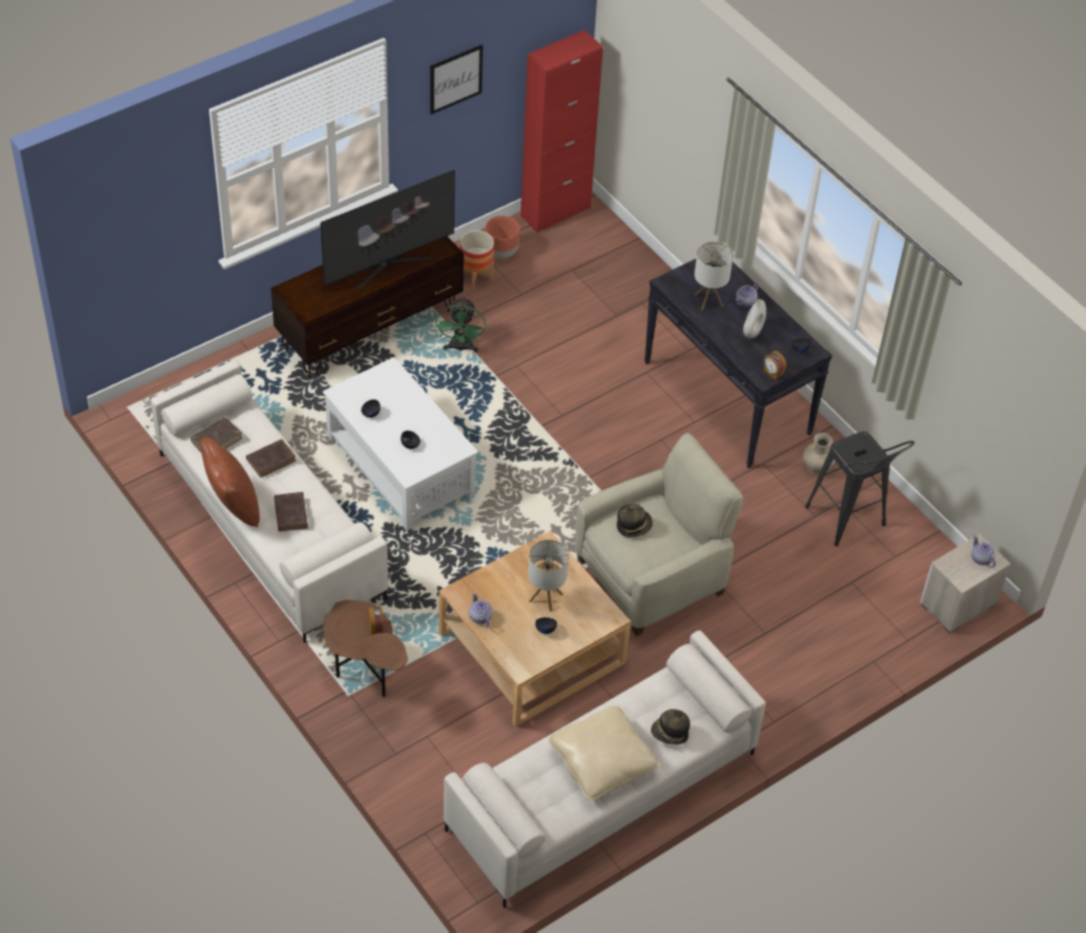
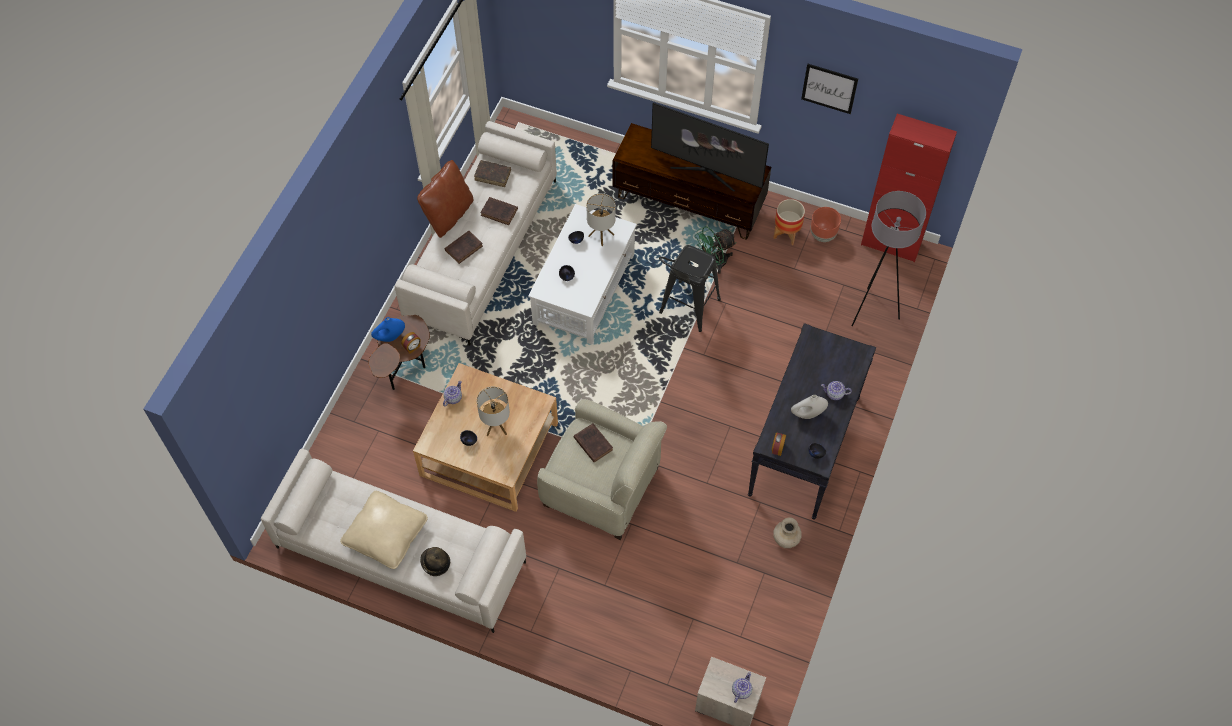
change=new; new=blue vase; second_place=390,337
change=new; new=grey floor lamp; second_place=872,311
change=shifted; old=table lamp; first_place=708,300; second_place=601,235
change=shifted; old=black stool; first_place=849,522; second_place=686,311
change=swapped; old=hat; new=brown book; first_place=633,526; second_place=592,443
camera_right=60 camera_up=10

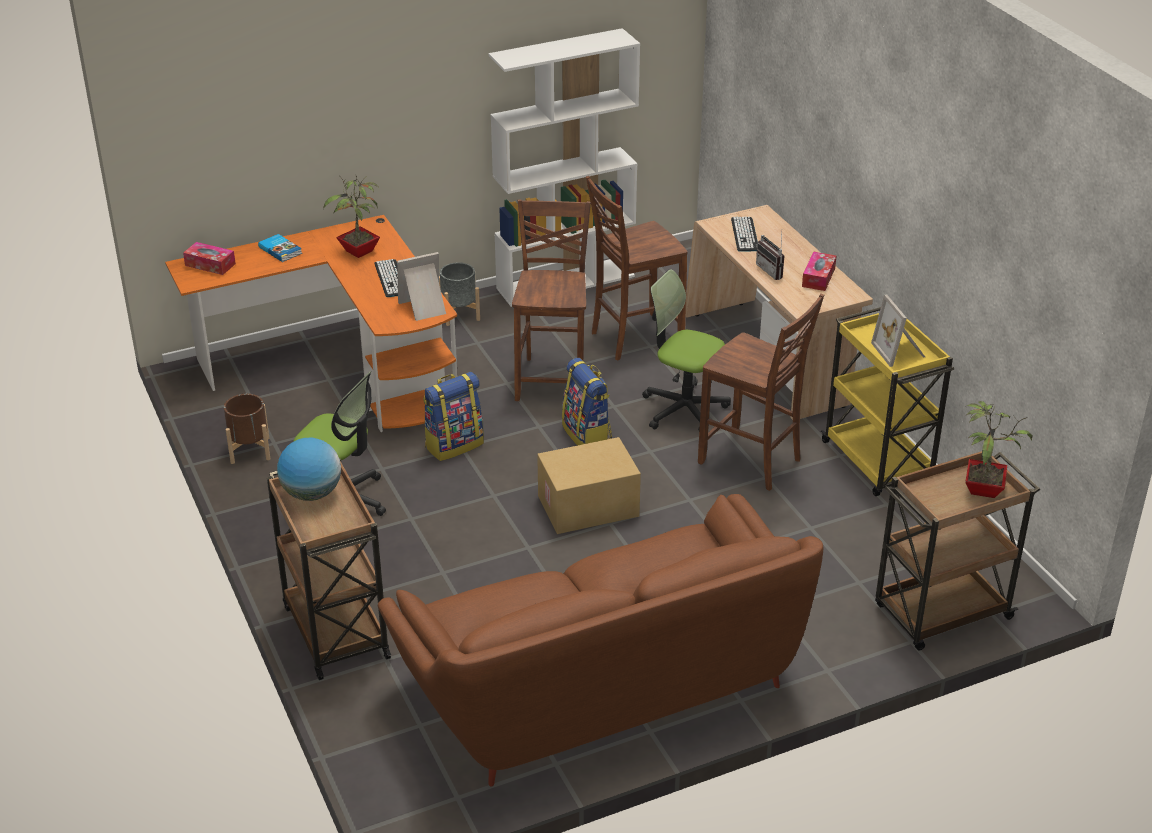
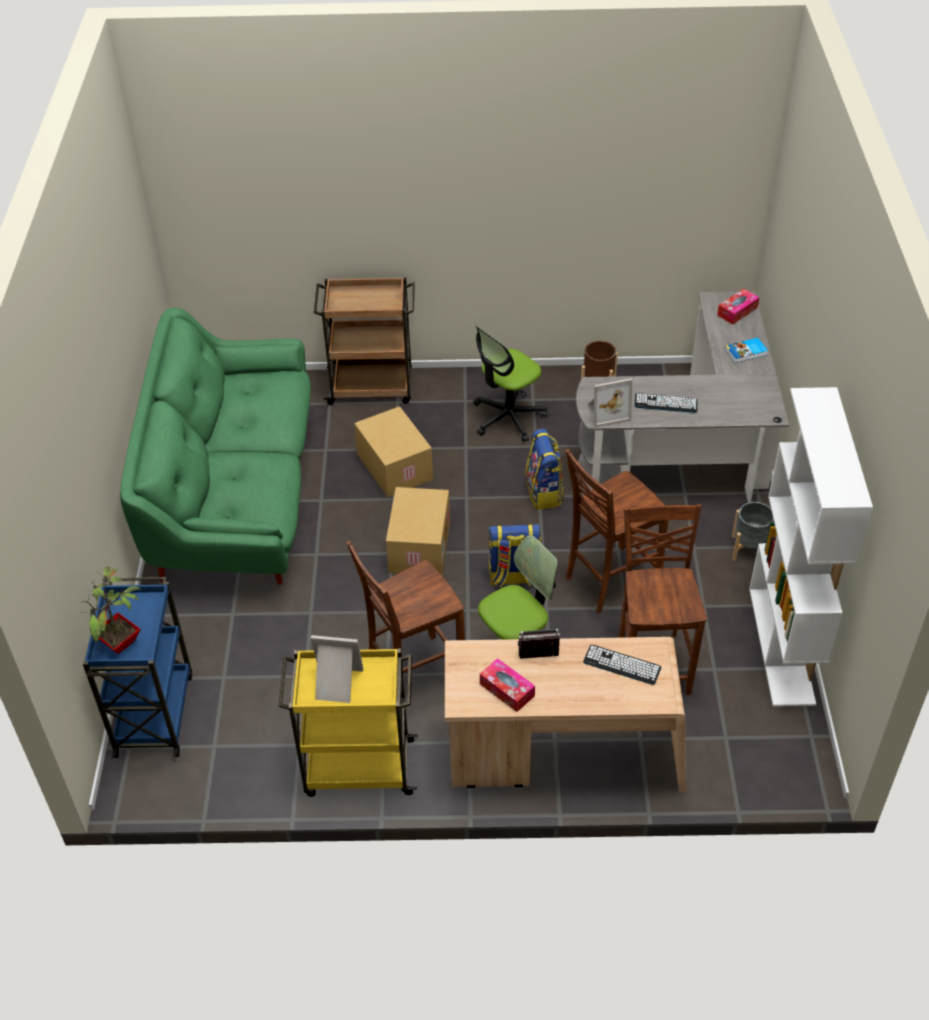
change=gone; old=globe; first_place=312,493
change=gone; old=potted plant; first_place=358,252
change=new; new=cardboard box; second_place=393,467
change=repainted; old=orange desk; new=grey desk; first_place=343,368; second_place=689,455
change=repainted; old=brown sofa; new=green sofa; first_place=601,681; second_place=236,494
change=repainted; old=brown cart; new=blue cart; first_place=940,613; second_place=154,713
change=rotated; old=picture frame; first_place=424,308; second_place=607,412; degrees=75
change=rotated; old=brown chair; first_place=553,379; second_place=609,581; degrees=120
camera_right=115 camera_up=10

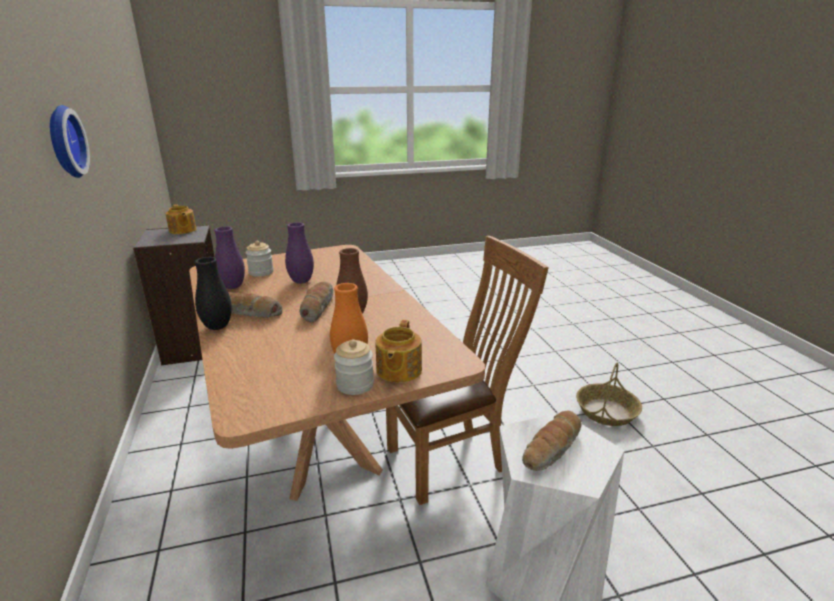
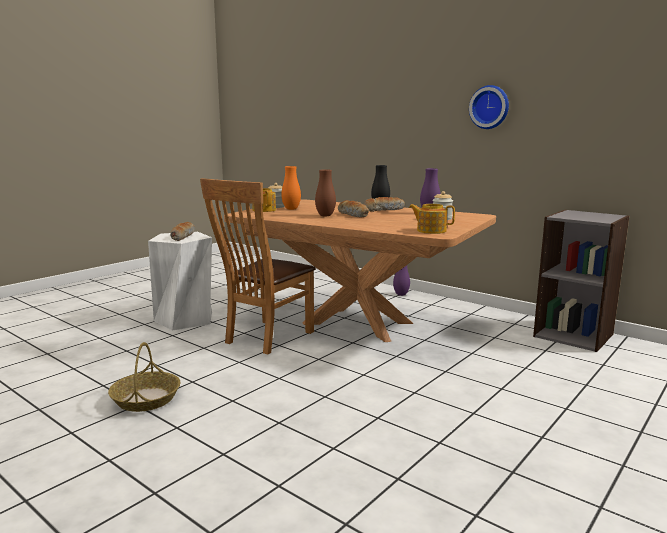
change=shifted; old=teapot; first_place=182,230; second_place=430,231
change=shifted; old=purple vase; first_place=301,281; second_place=401,294
camera_right=145 camera_up=-10

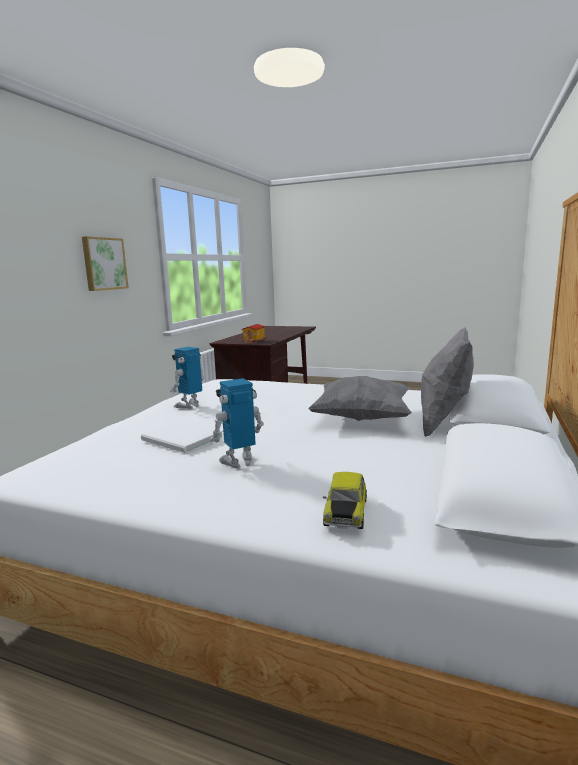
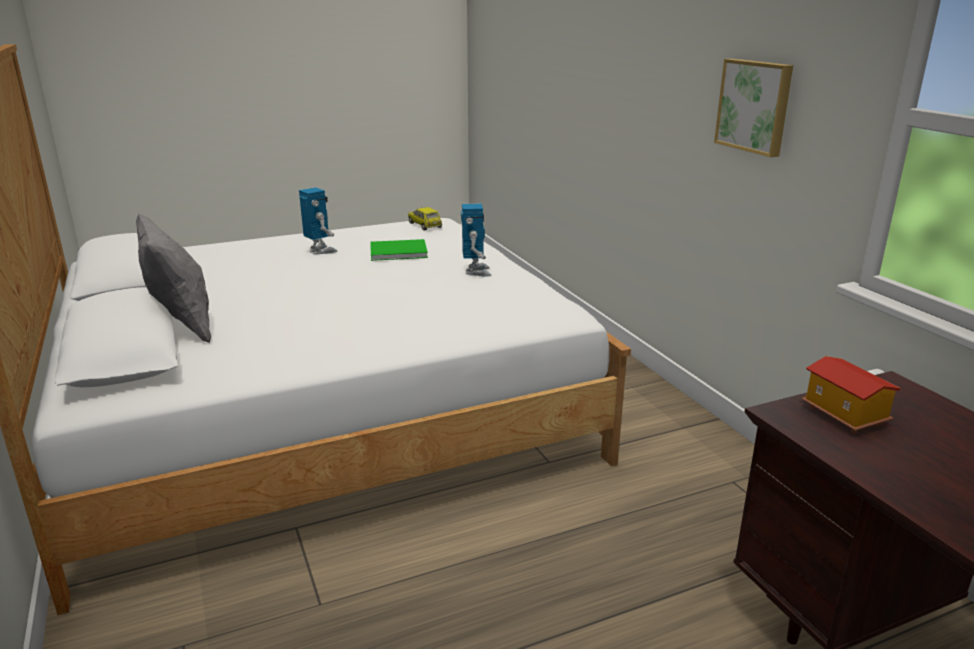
change=gone; old=grey pillow; first_place=362,418
change=shifted; old=toy car; first_place=345,512; second_place=425,225
change=repainted; old=white book; new=green book; first_place=182,439; second_place=396,251
change=rotated; old=toy robot; first_place=239,462; second_place=320,251; degrees=-60
camera_right=135 camera_up=10

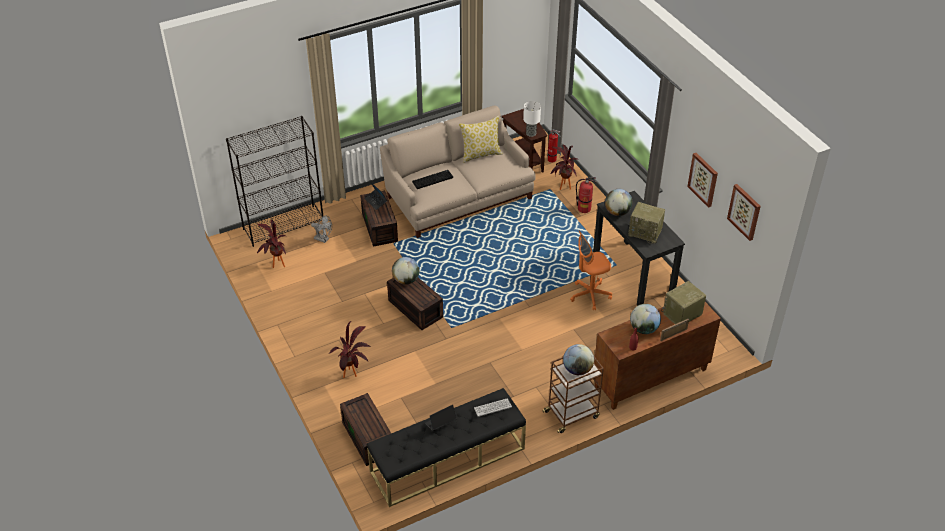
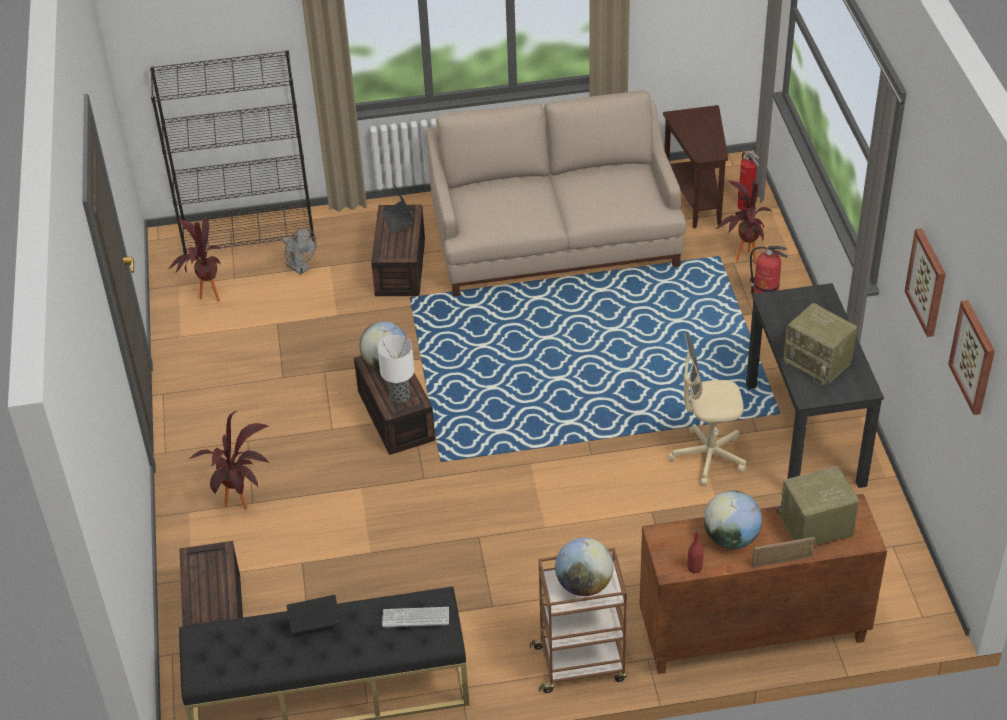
change=gone; old=keyboard; first_place=432,179
change=gone; old=pillow; first_place=481,154
change=gone; old=globe; first_place=617,212
change=shifted; old=table lamp; first_place=531,133; second_place=399,396
change=repainted; old=orange office chair; new=beige office chair; first_place=590,295; second_place=708,457
camera_right=20 camera_up=0

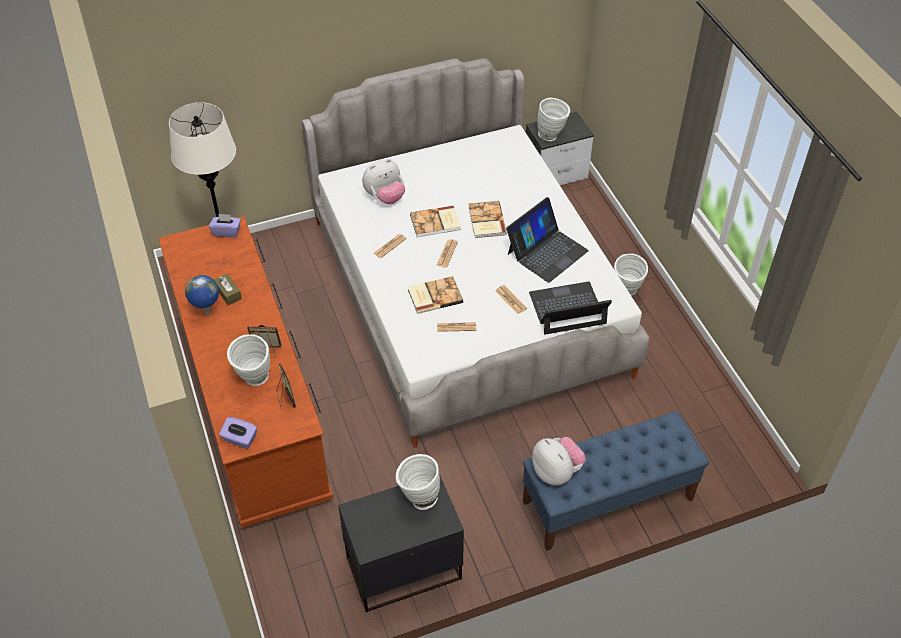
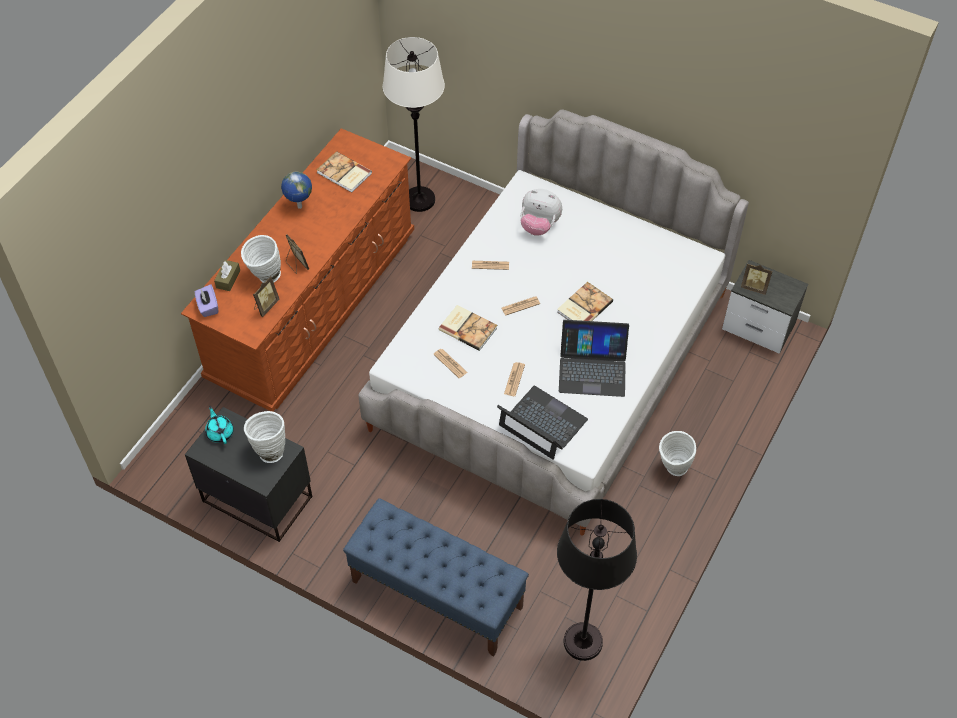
change=gone; old=purple tissue box; first_place=227,232
change=gone; old=plush toy; first_place=556,472
change=new; new=turquoise teapot; second_place=220,432
change=new; new=black floor lamp; second_place=582,642
change=shifted; old=brown tissue box; first_place=228,293; second_place=228,279
change=shifted; old=book; first_place=436,223; second_place=344,174
change=swapped; old=white vase; new=picture frame; first_place=552,136; second_place=754,287
camera_right=50 camera_up=5

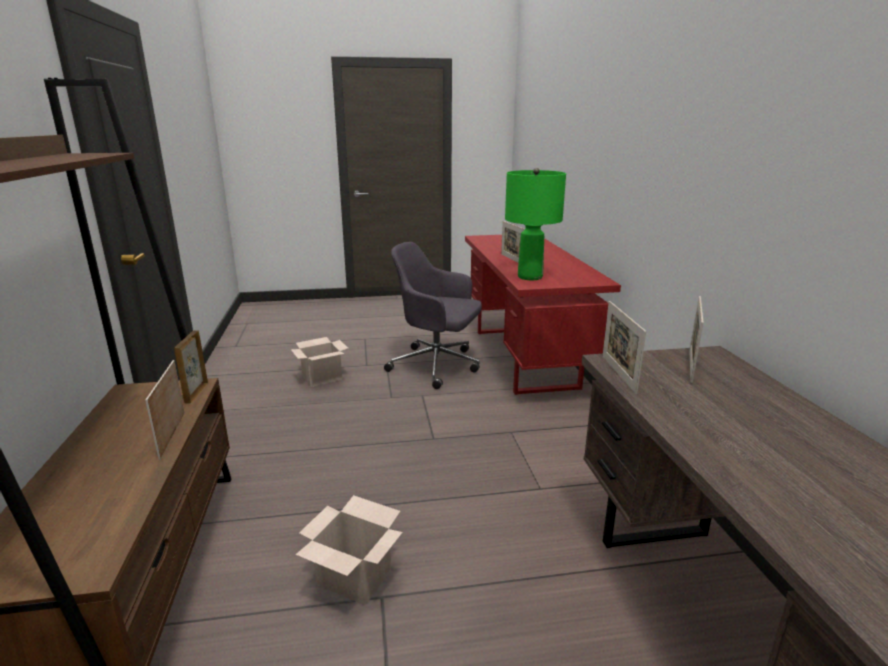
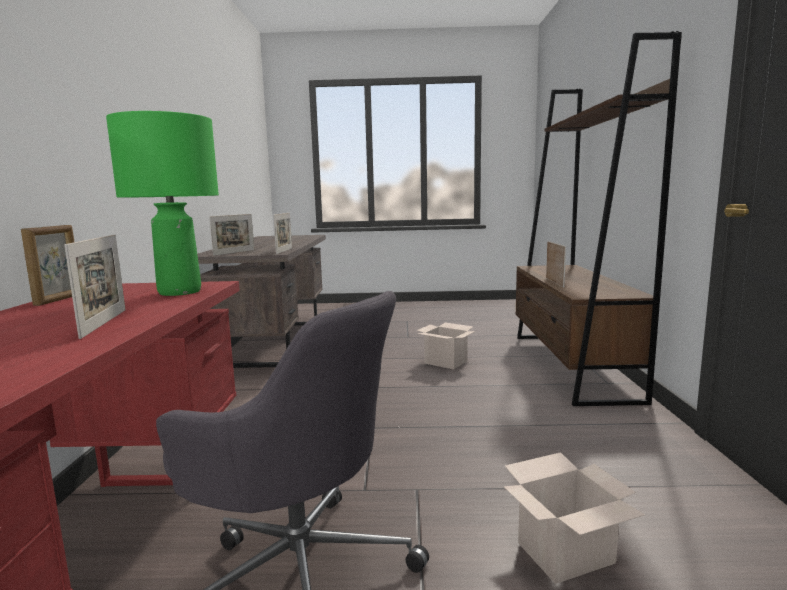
change=shifted; old=picture frame; first_place=196,393; second_place=59,299
camera_right=-170 camera_up=-10

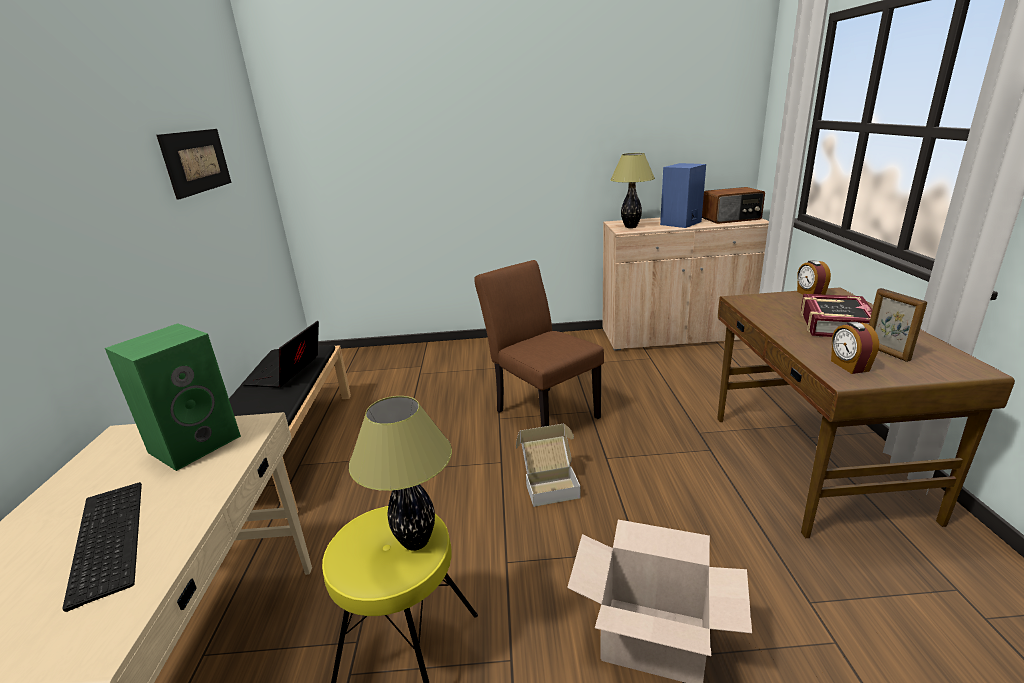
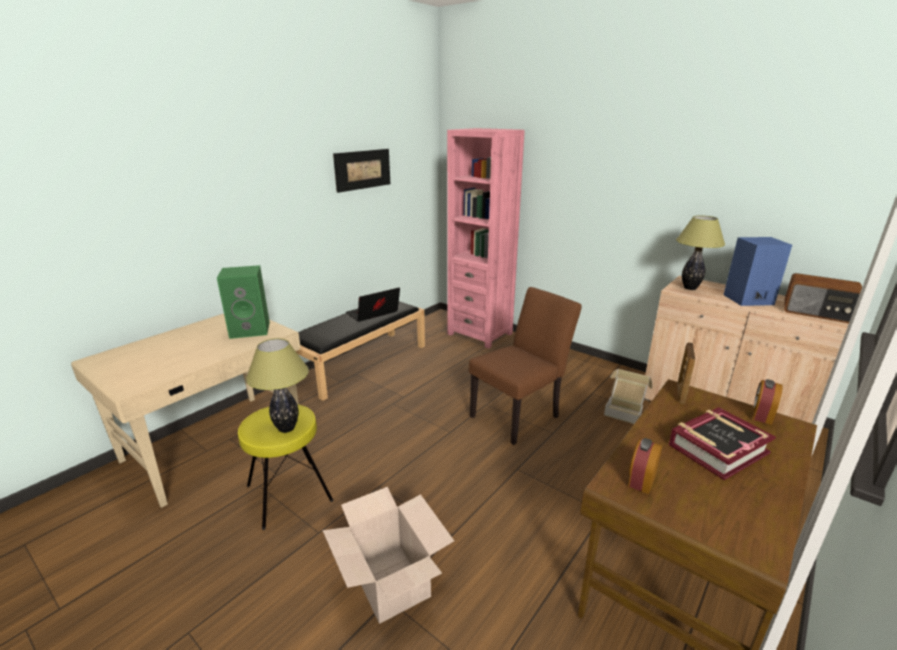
change=gone; old=keyboard; first_place=104,539
change=new; new=pink bookcase; second_place=480,334
change=shifted; old=cardboard box; first_place=549,484; second_place=624,410
change=shifted; old=picture frame; first_place=886,352; second_place=680,394
change=rotated; old=brown chair; first_place=541,411; second_place=519,414; degrees=45
camera_right=40 camera_up=0

